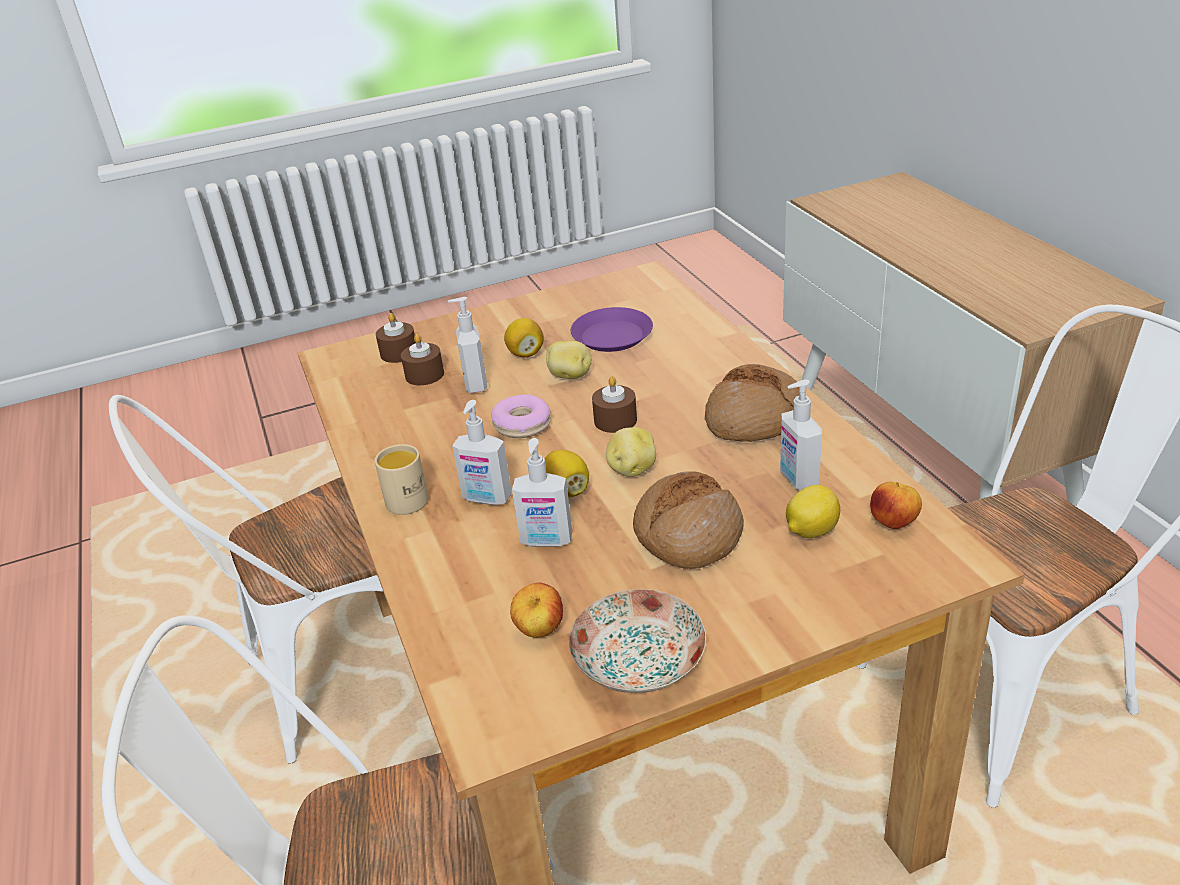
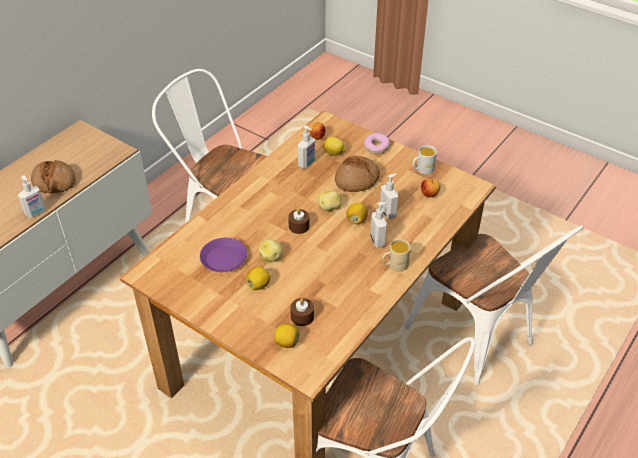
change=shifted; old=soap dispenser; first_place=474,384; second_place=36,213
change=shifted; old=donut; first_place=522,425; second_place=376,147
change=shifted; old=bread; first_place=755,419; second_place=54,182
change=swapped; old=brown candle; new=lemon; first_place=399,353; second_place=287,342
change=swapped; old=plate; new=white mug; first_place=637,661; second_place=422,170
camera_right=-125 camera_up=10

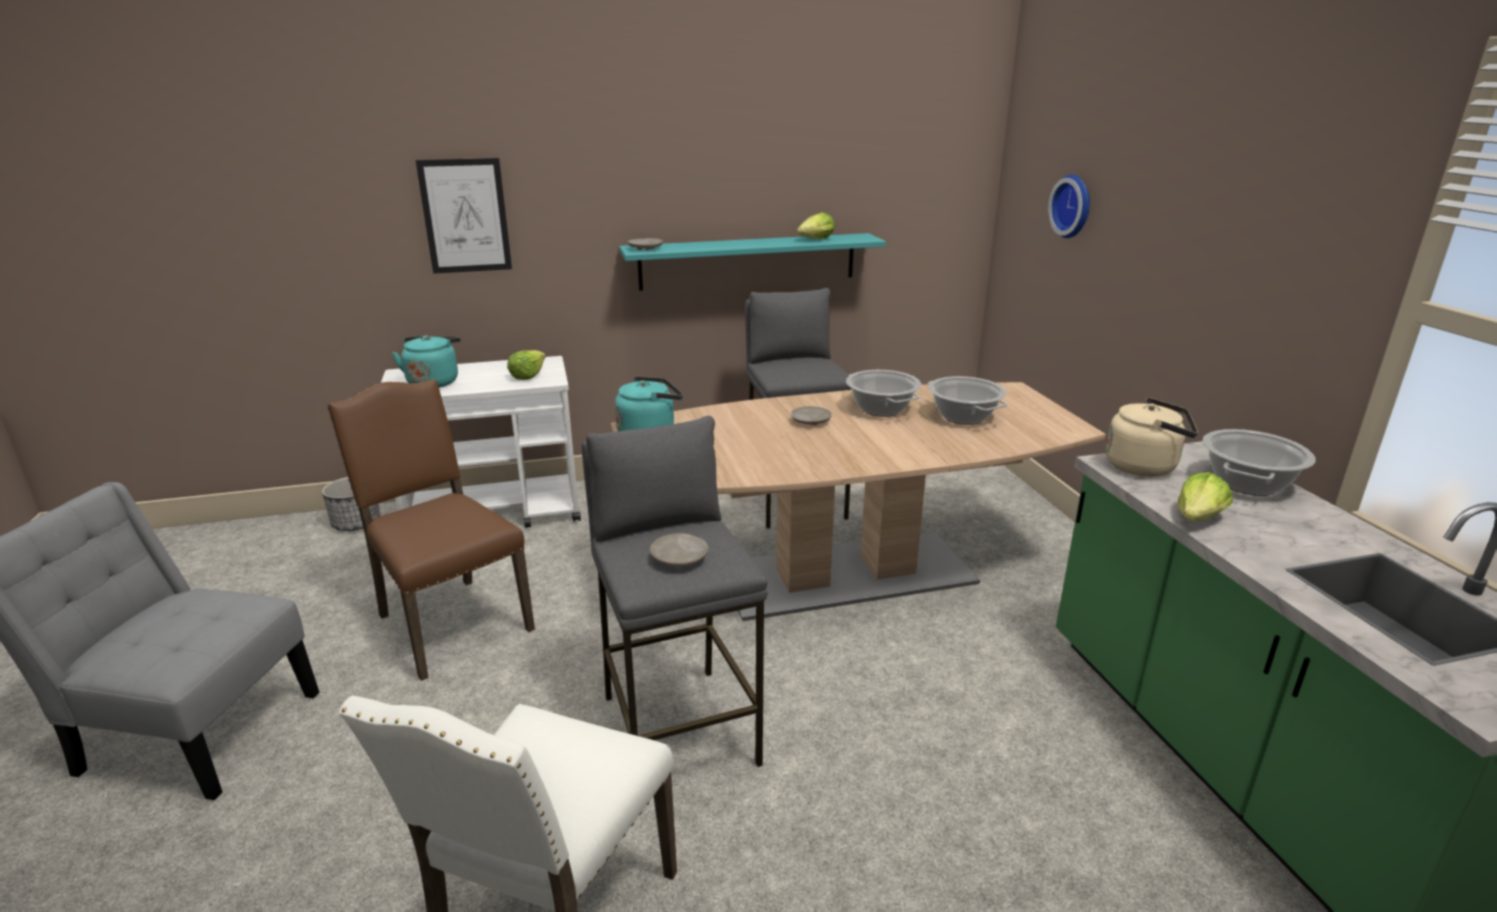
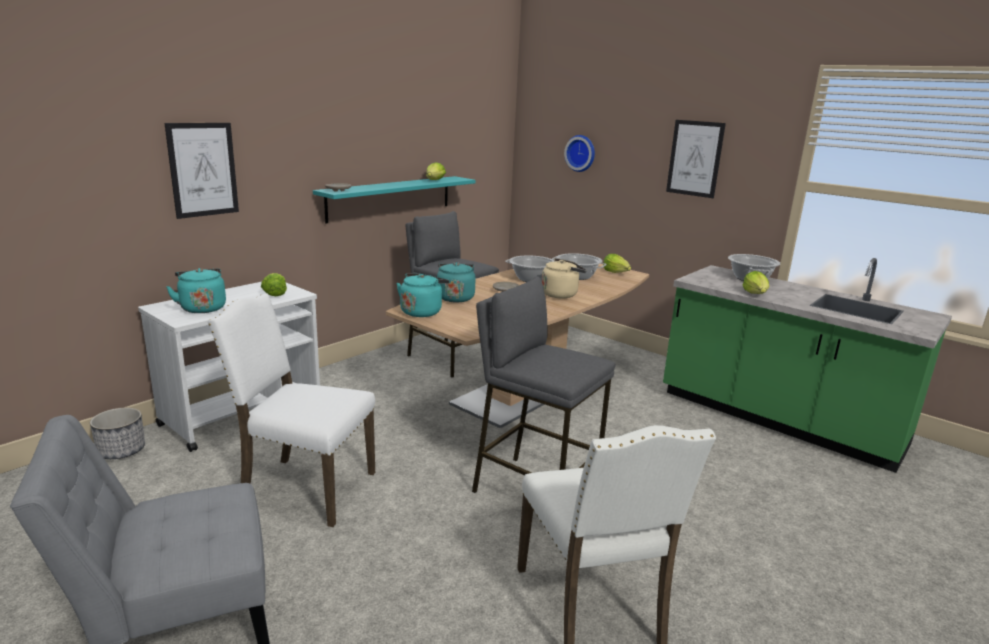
change=gone; old=beige plate; first_place=680,558
change=new; new=turquoise kettle; second_place=454,297
change=new; new=lettuce; second_place=616,272
change=new; new=picture; second_place=695,158
change=shifted; old=beige kettle; first_place=1145,466; second_place=561,294
change=repainted; old=brown chair; new=white chair; first_place=450,622; second_place=305,488
camera_right=-35 camera_up=-5

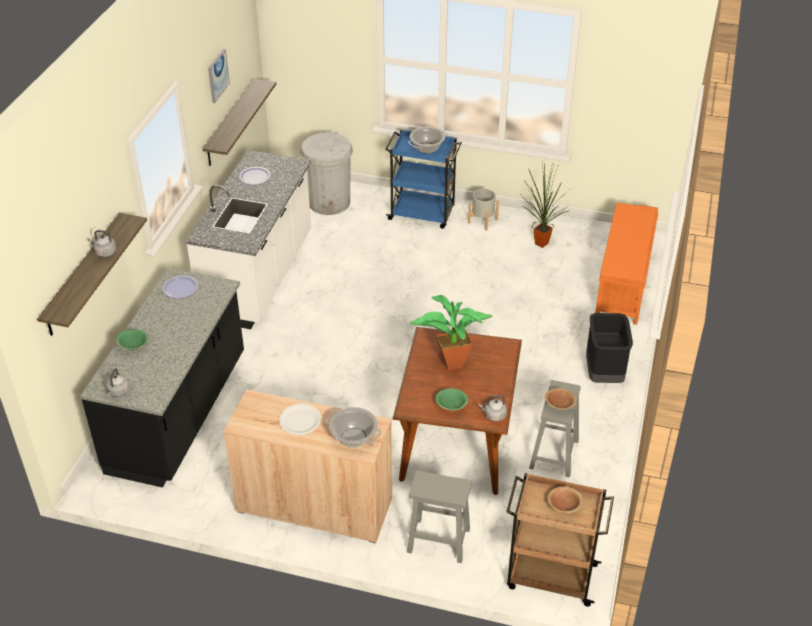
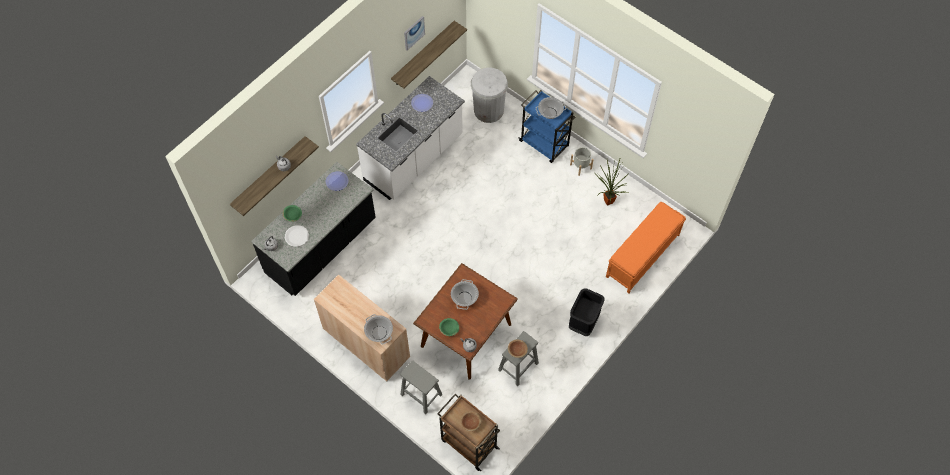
change=shifted; old=white plate; first_place=300,420; second_place=297,236
change=swapped; old=potted plant; new=cooking pot; first_place=448,363; second_place=464,298
camera_right=25 camera_up=20

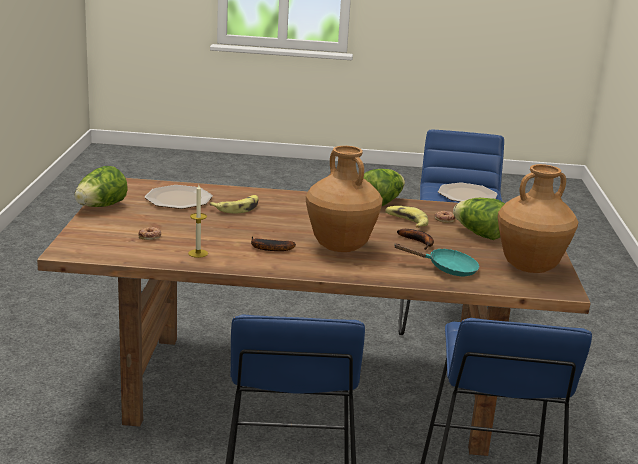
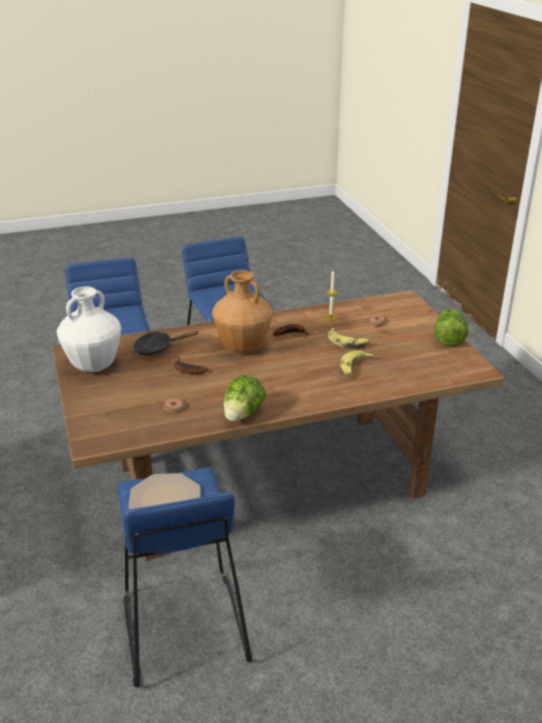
change=gone; old=plate; first_place=178,199
change=gone; old=lettuce; first_place=479,234
change=shifted; old=banana; first_place=406,222; second_place=348,342
change=repainted; old=turquoise frying pan; new=black frying pan; first_place=447,269; second_place=157,348
change=repainted; old=brown vase; new=white vase; first_place=529,268; second_place=94,366
camera_right=160 camera_up=10

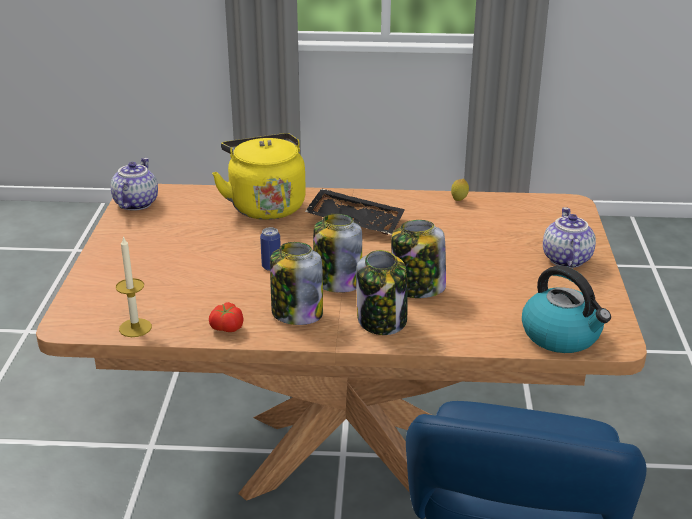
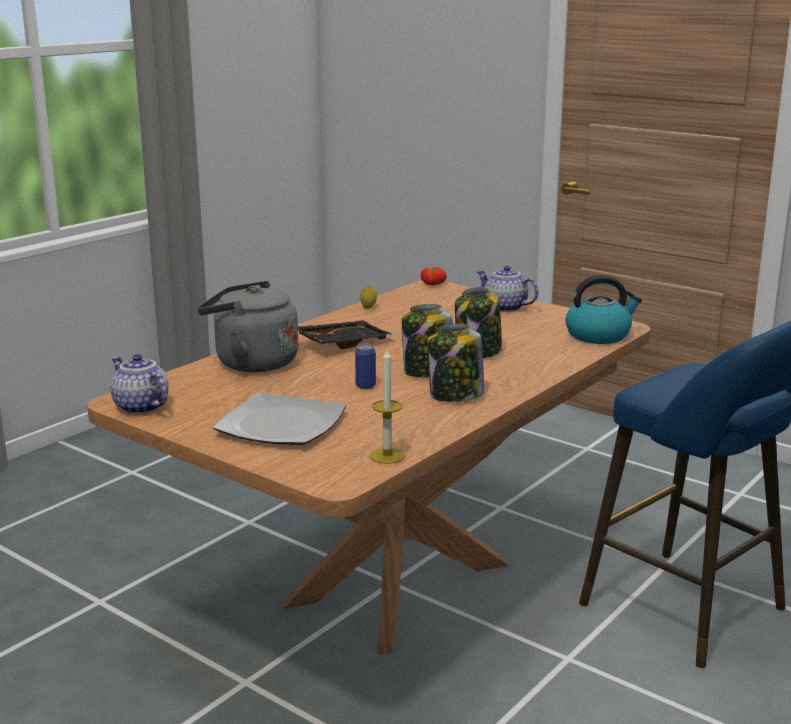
change=gone; old=jar; first_place=382,321
change=new; new=plate; second_place=282,424
change=shifted; old=tomato; first_place=226,328; second_place=432,284
change=repainted; old=yellow kettle; new=grey kettle; first_place=265,205; second_place=251,363
camera_right=-55 camera_up=-10

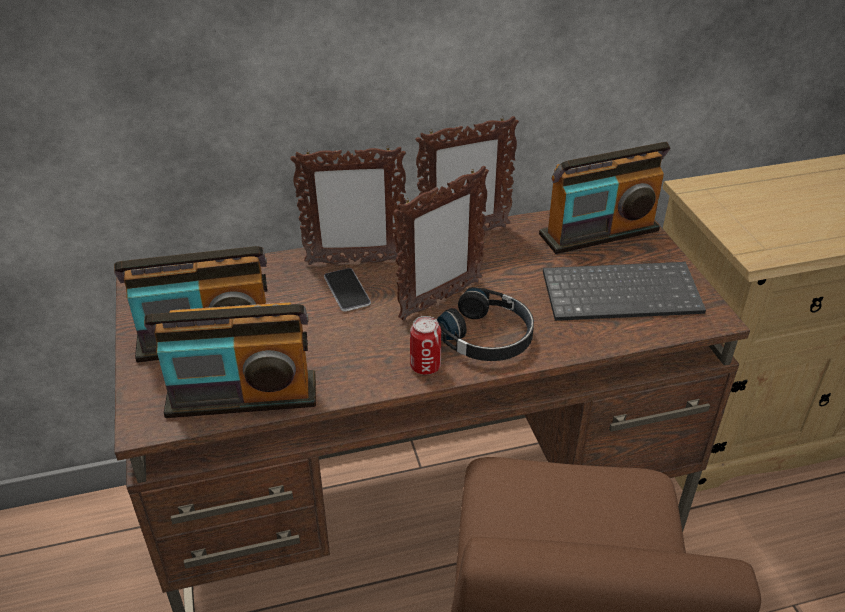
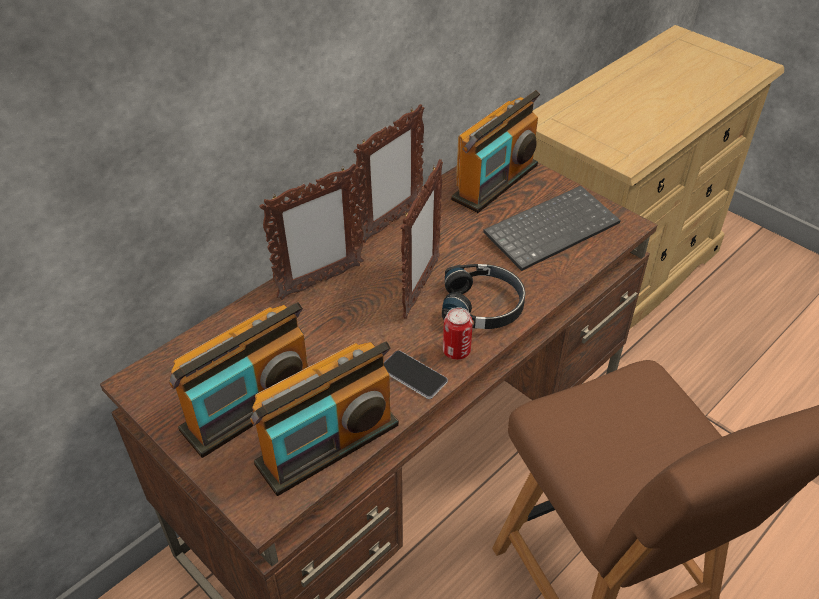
change=shifted; old=phone; first_place=347,290; second_place=413,375
camera_right=-30 camera_up=5

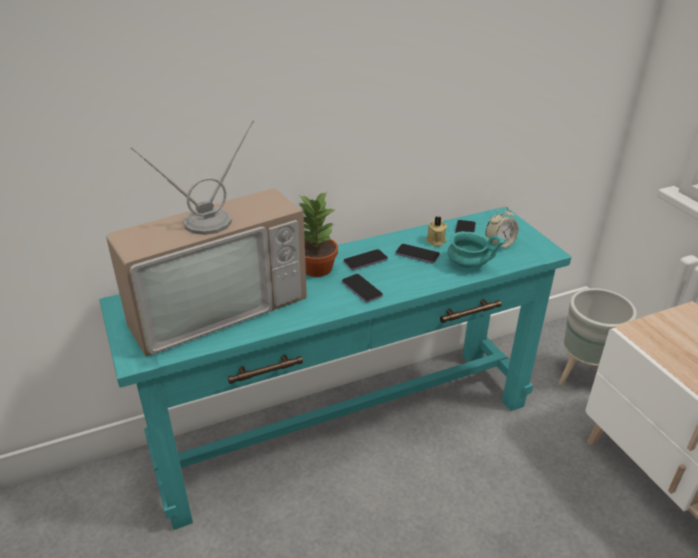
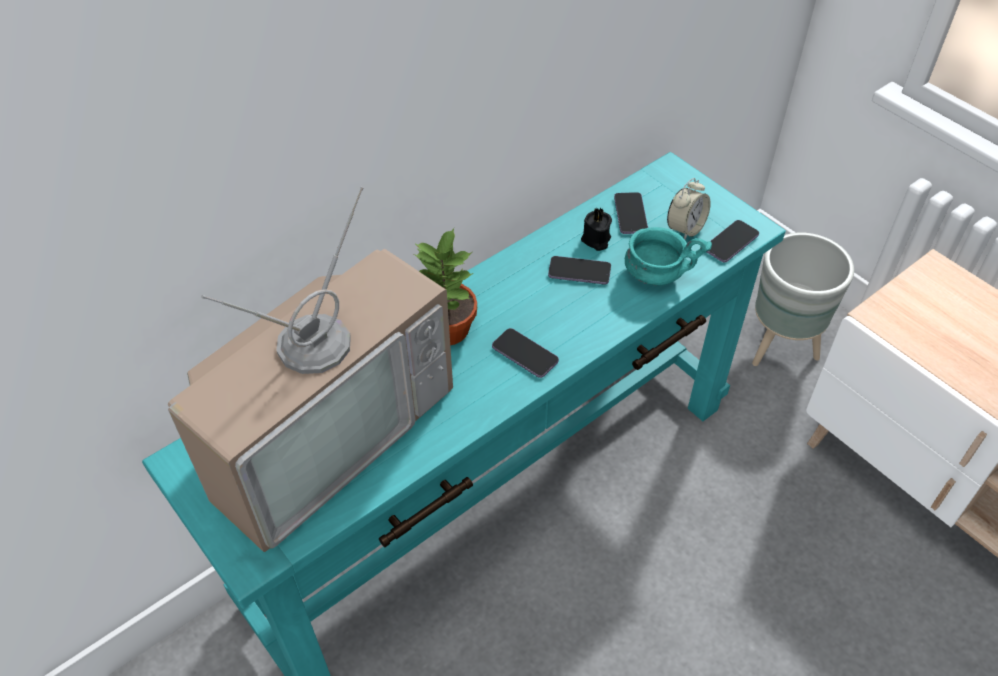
change=shifted; old=phone; first_place=365,261; second_place=731,242
change=repainted; old=beige candle; new=black candle; first_place=435,241; second_place=596,240
camera_right=-15 camera_up=15

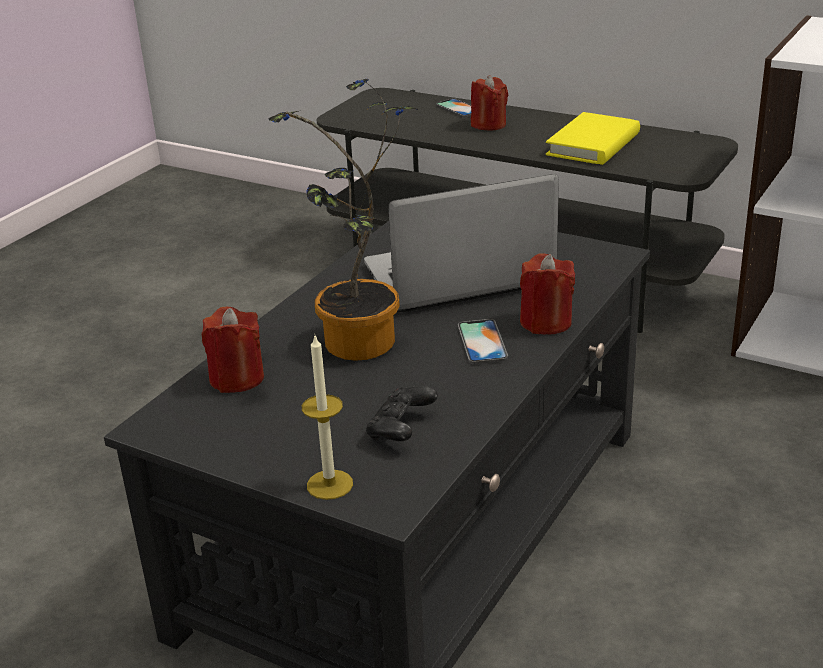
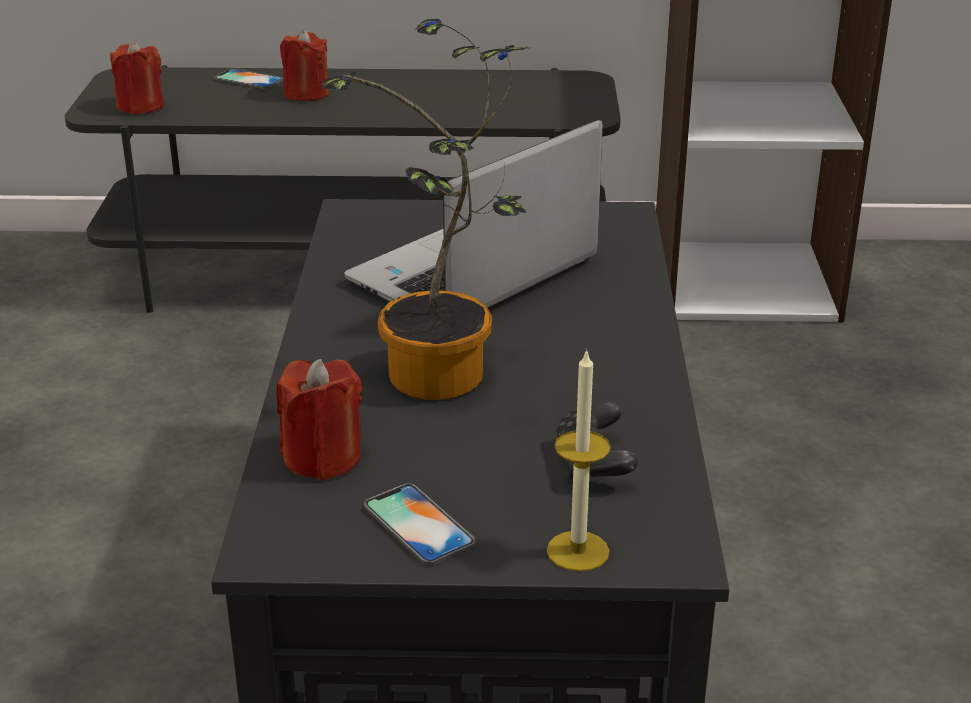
change=gone; old=yellow book; first_place=593,144
change=shifted; old=phone; first_place=482,342; second_place=418,525
change=shifted; old=red candle; first_place=546,322; second_place=140,106
camera_right=-30 camera_up=0

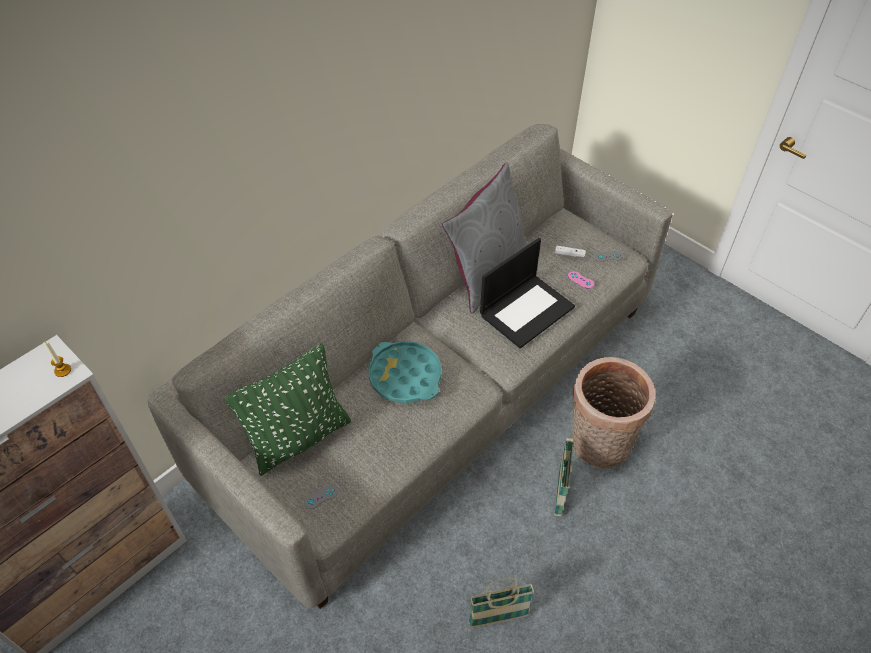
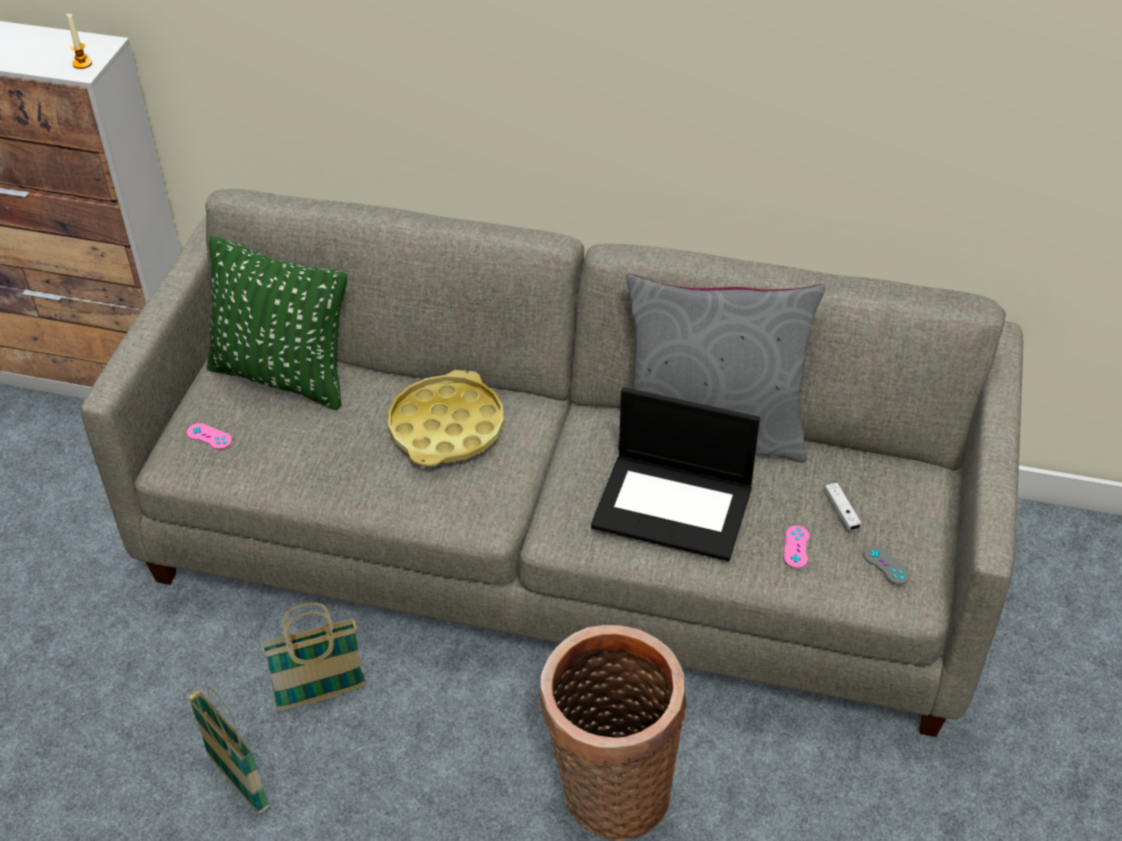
change=shifted; old=basket; first_place=559,492; second_place=321,695
change=repainted; old=grey game controller; new=pink game controller; first_place=320,497; second_place=209,436
change=repainted; old=turquoise tray; new=yellow tray; first_place=405,376; second_place=446,427
camera_right=60 camera_up=-5

